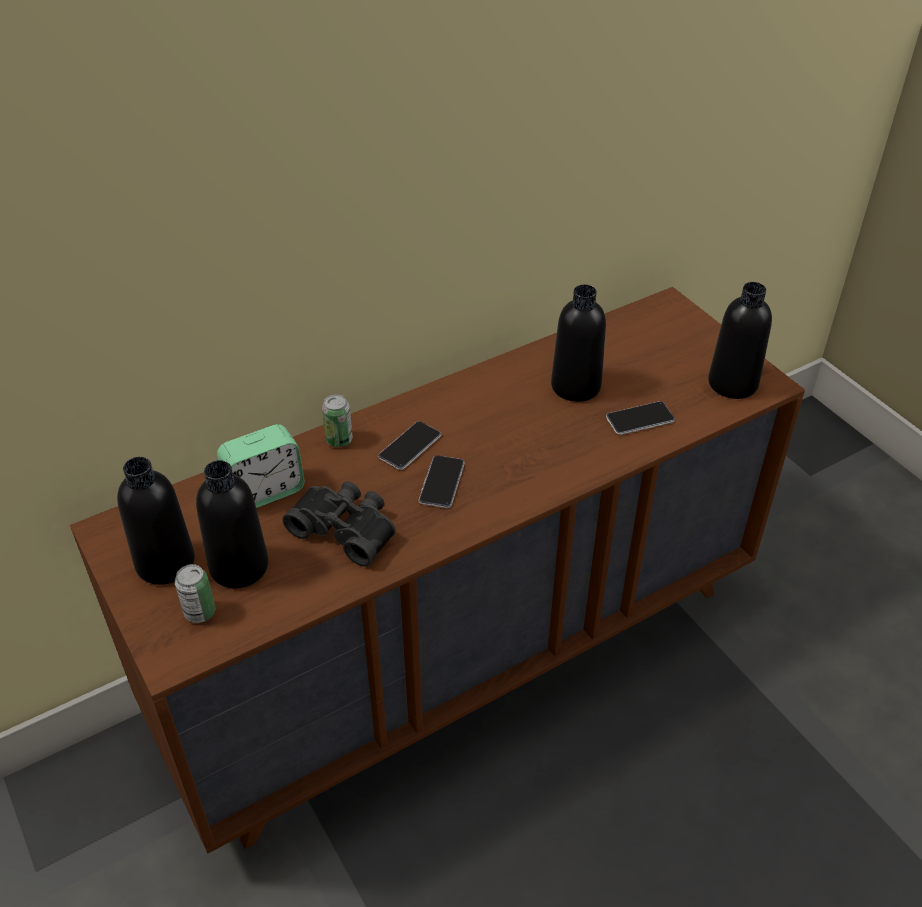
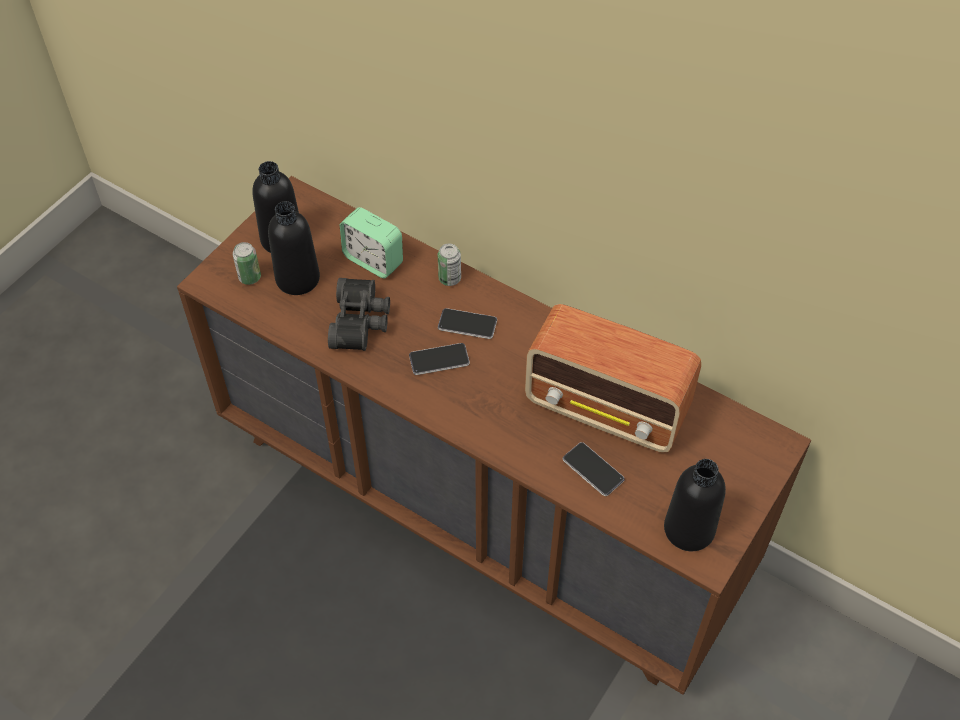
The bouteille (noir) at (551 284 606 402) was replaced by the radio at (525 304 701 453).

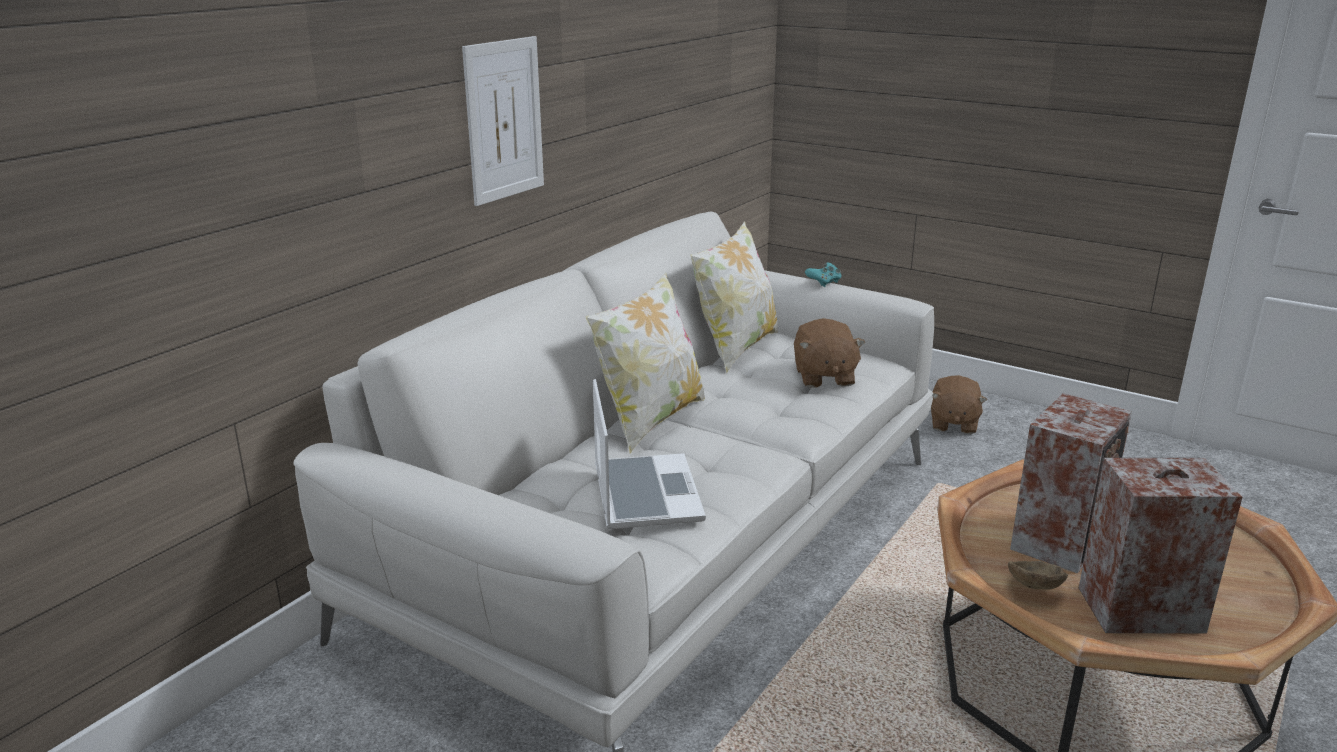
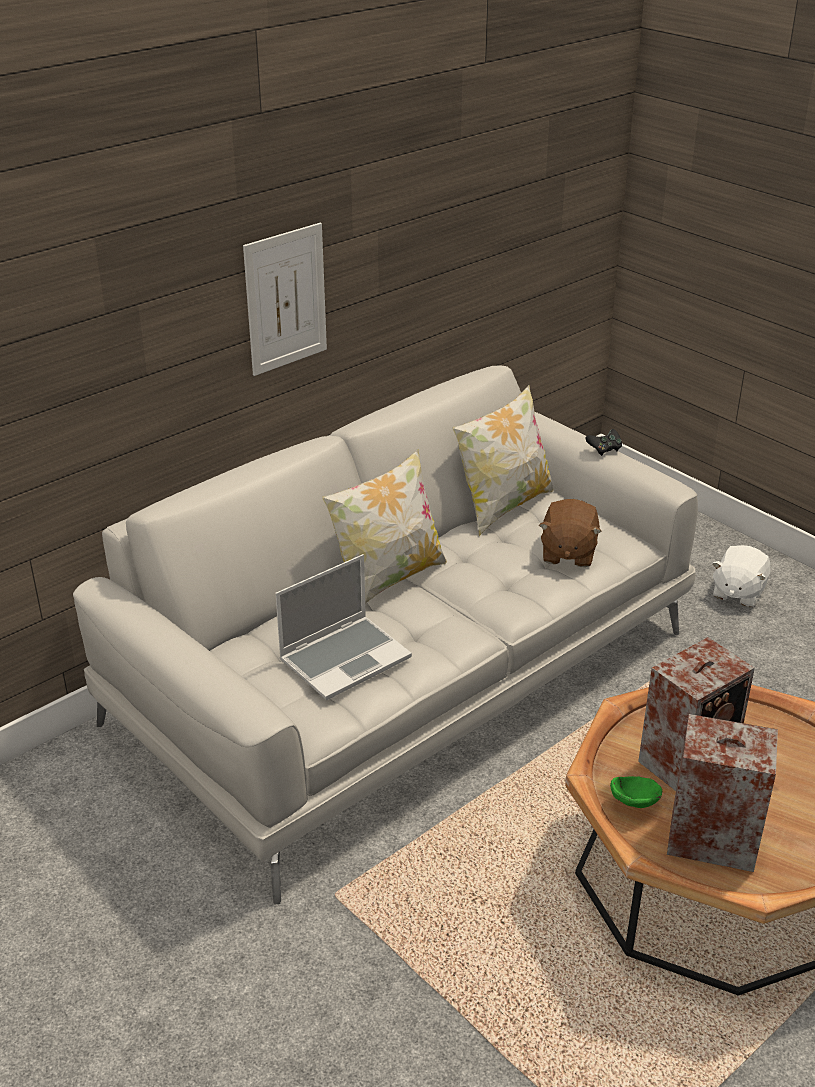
The manette (turquoise) at (805 262 842 287) became the manette (noir) at (585 429 622 456).
The peluche (marron) at (931 375 987 434) became the peluche (blanc) at (712 545 771 607).
The bol (marron) at (1008 561 1068 590) became the bol (vert) at (610 776 662 808).
The ordinateur portable at (593 379 706 529) turned 45 degrees clockwise.

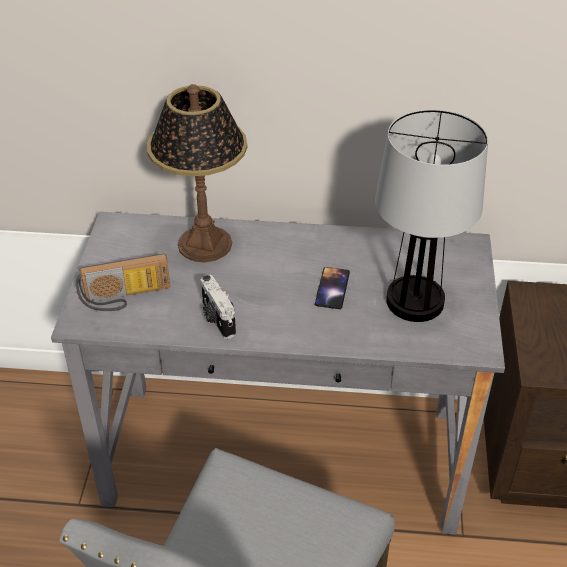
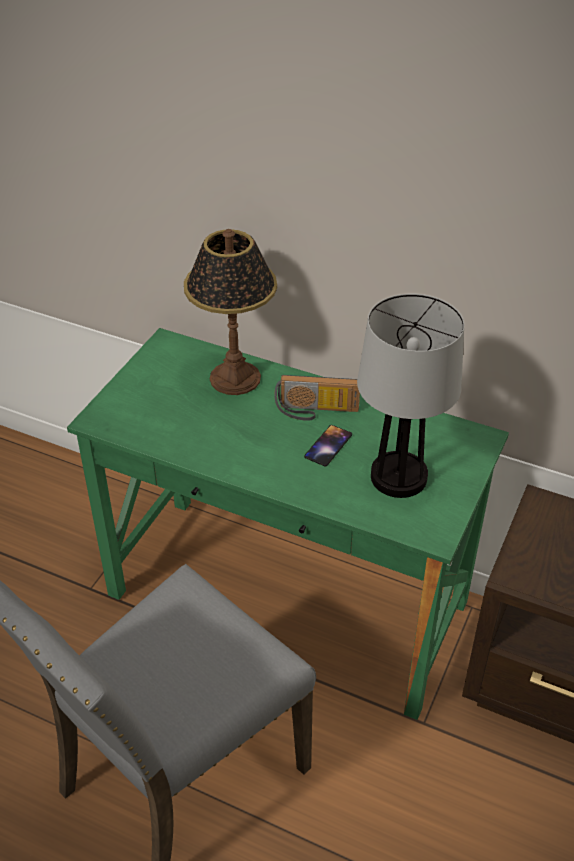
The appareil photo at (201 275 236 339) disappeared.
The radio moved from (76 254 170 311) to (274 375 360 421).
The bureau (gris) at (51 212 505 535) became the bureau (vert) at (67 328 509 720).

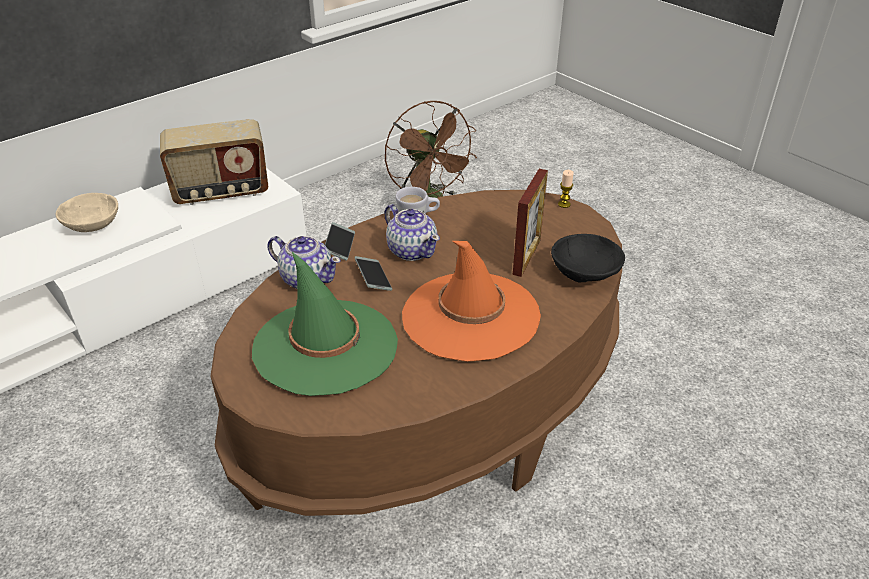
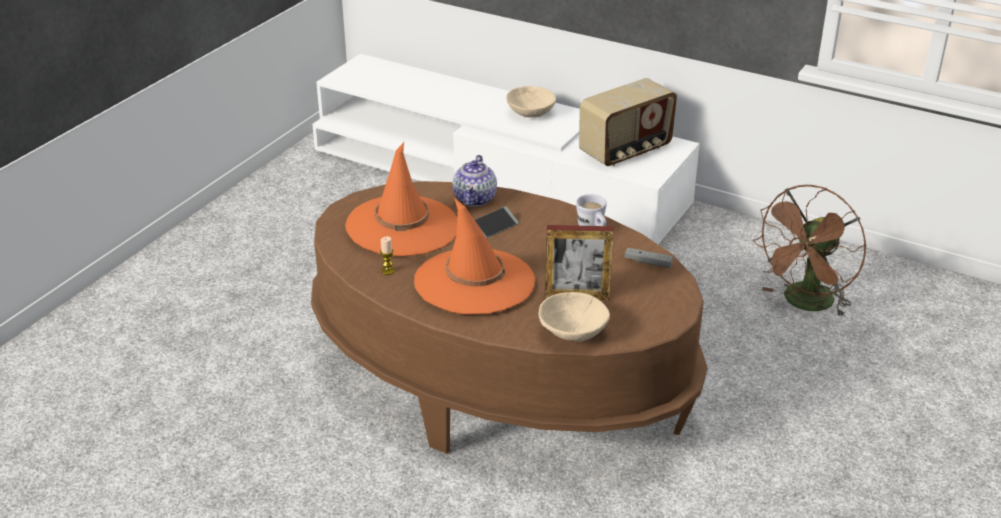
The téléphone at (325 222 355 261) disappeared.
The théière at (385 204 440 261) disappeared.
The manette (gris) at (624 248 673 268) appeared.
The bougie moved from (558 170 574 208) to (380 236 395 275).
The chapeau (vert) at (252 252 398 396) became the chapeau (orange) at (345 142 457 256).
The bol (noir) at (551 234 625 283) became the bol (beige) at (539 292 610 342).
The radio at (160 119 268 205) turned 90 degrees counterclockwise.

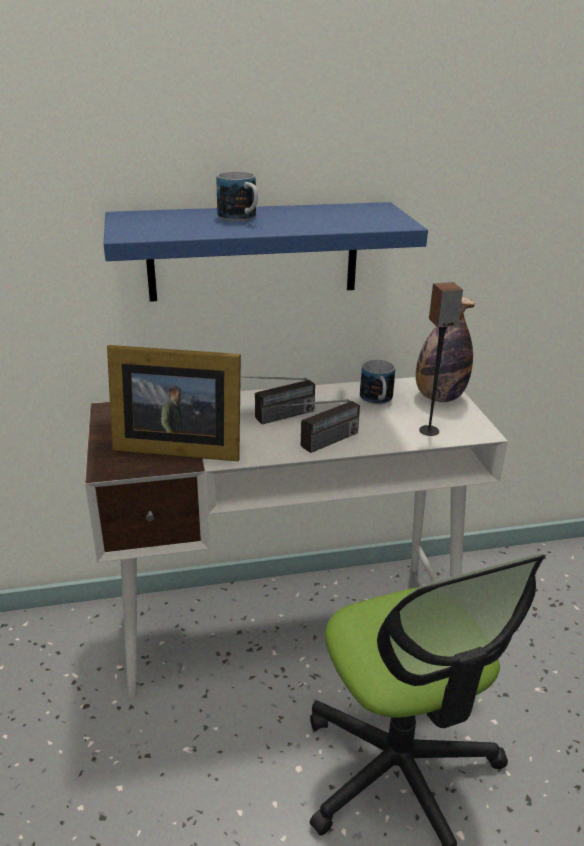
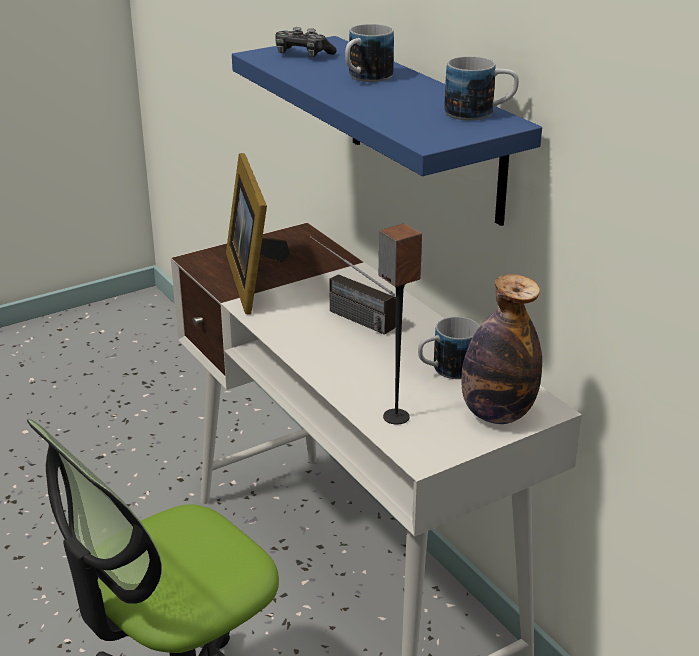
The radio at (274 399 360 453) disappeared.
The manette at (275 27 337 57) appeared.
The mug at (444 56 519 121) appeared.

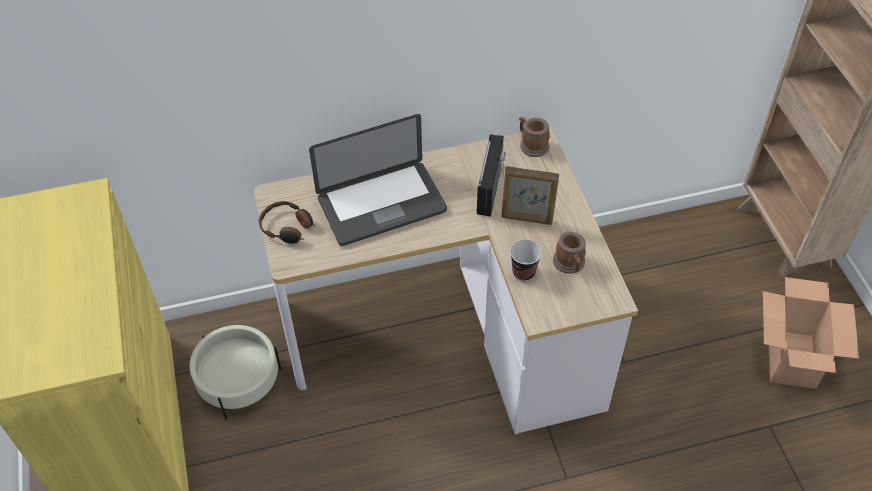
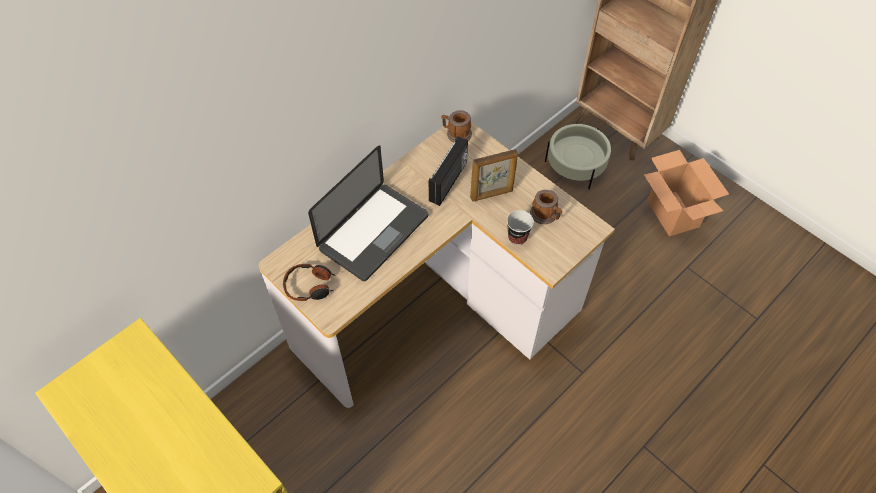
The cache-pot (beige) moved from (190 325 281 420) to (545 124 611 189).
The radio at (477 135 506 217) turned 45 degrees clockwise.

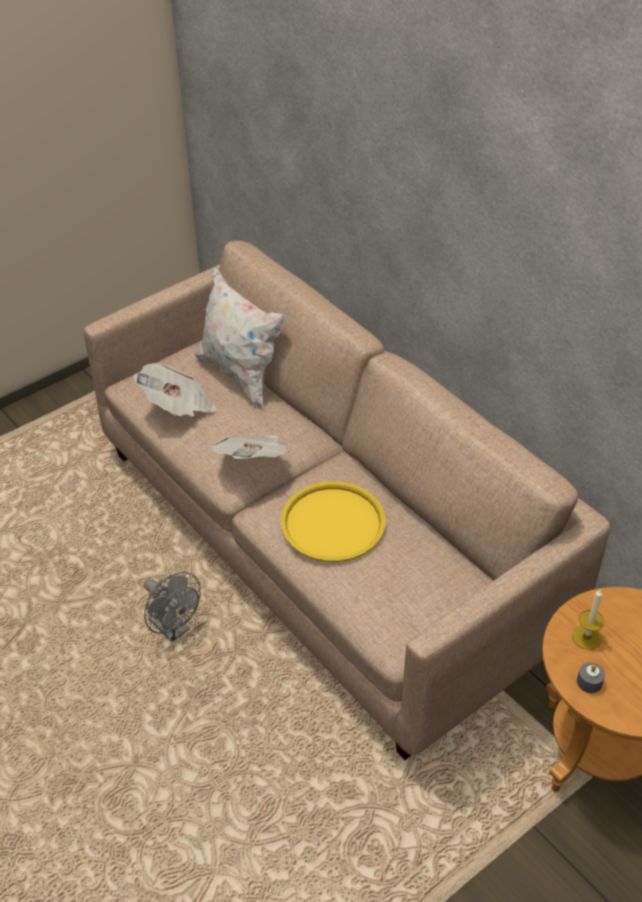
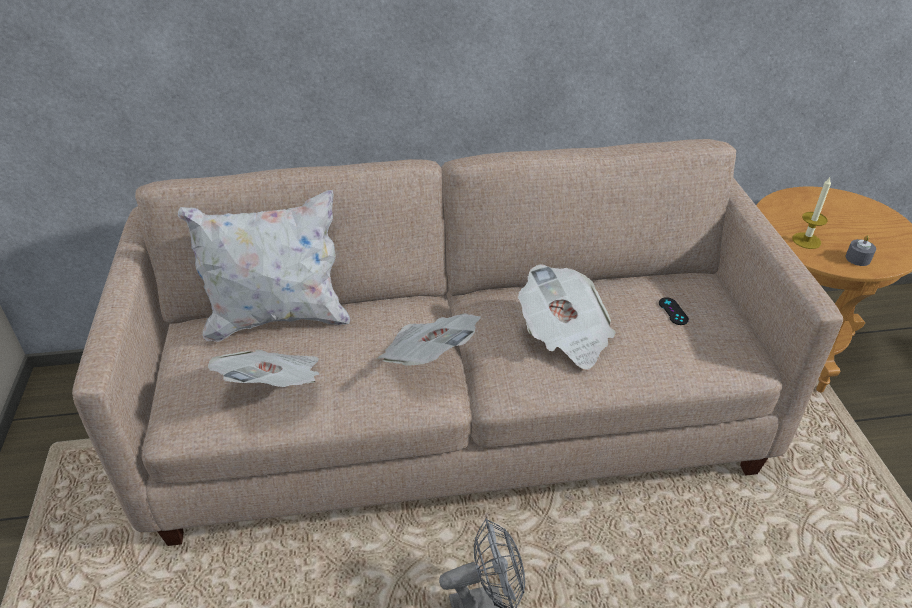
The manette (noir) at (659 297 689 325) appeared.
The plateau (jaune) at (280 481 386 562) was replaced by the journal at (518 264 616 369).

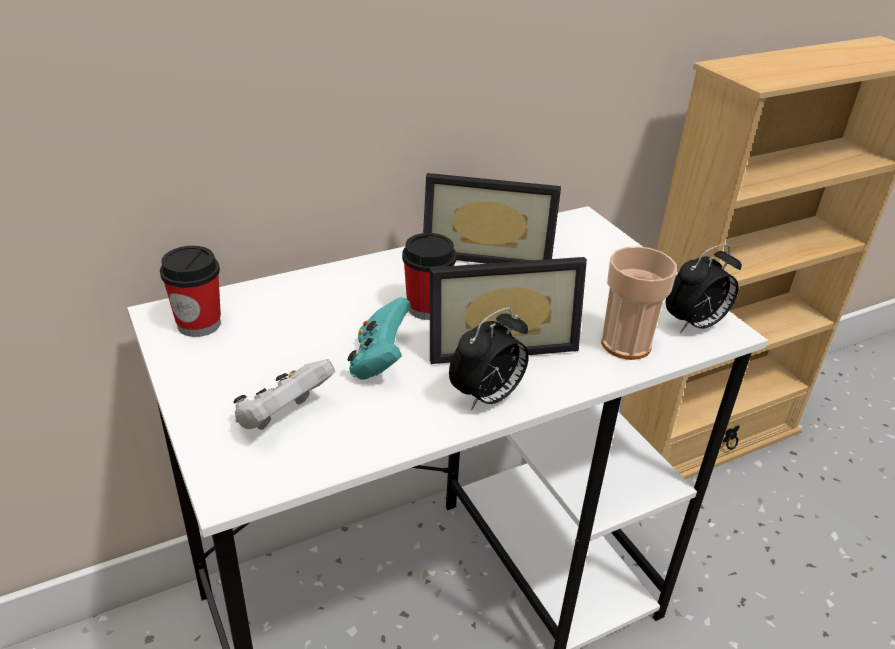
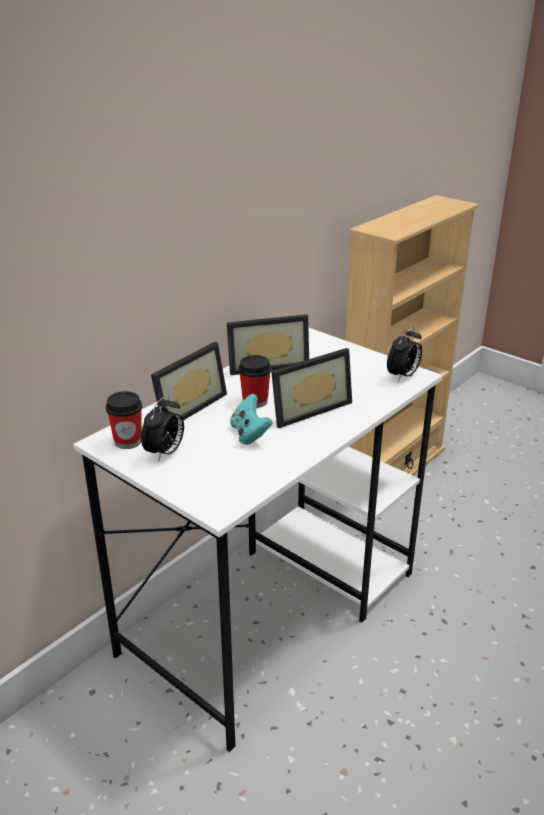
The manette (blanc) at (234 359 335 430) disappeared.
The tasse at (601 246 677 360) disappeared.
The cadre photo at (151 342 227 420) appeared.
The réveil moved from (449 307 529 411) to (141 395 184 462).

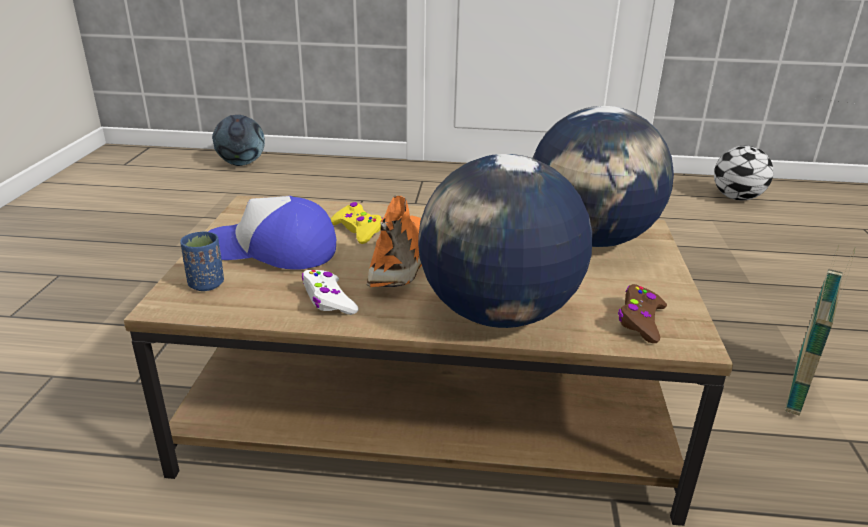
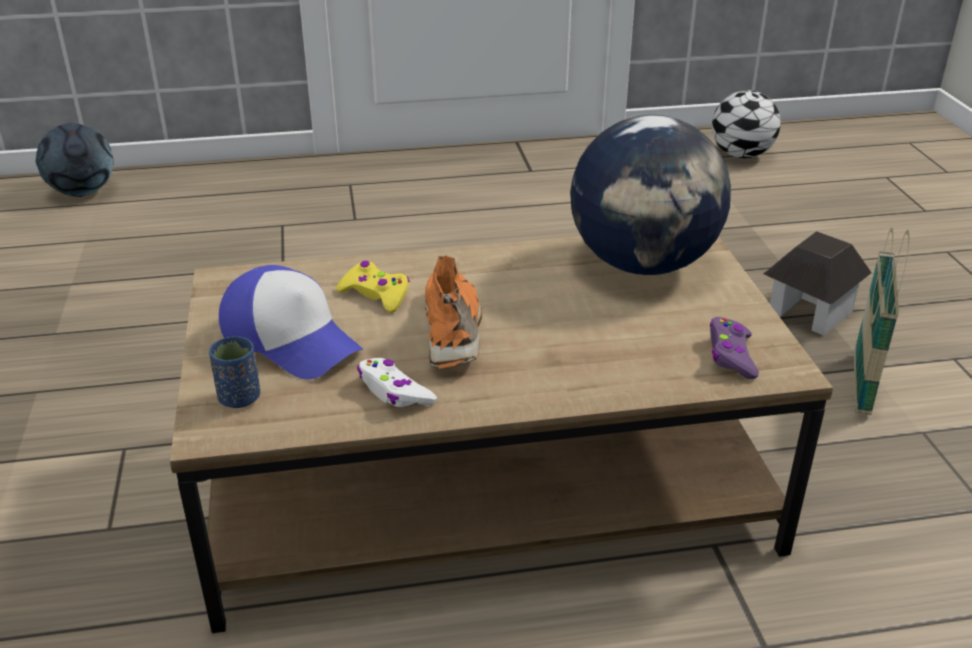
The globe at (418 154 592 328) disappeared.
The maison miniature at (763 231 872 336) appeared.
The manette (marron) at (618 284 667 343) became the manette (violet) at (710 317 759 379).
The casquette at (208 196 336 270) turned 135 degrees counterclockwise.

